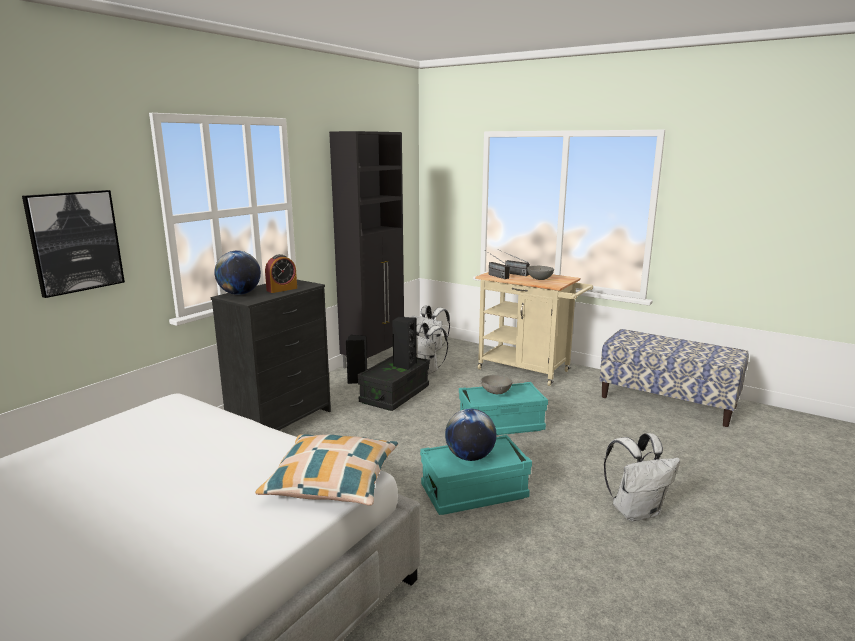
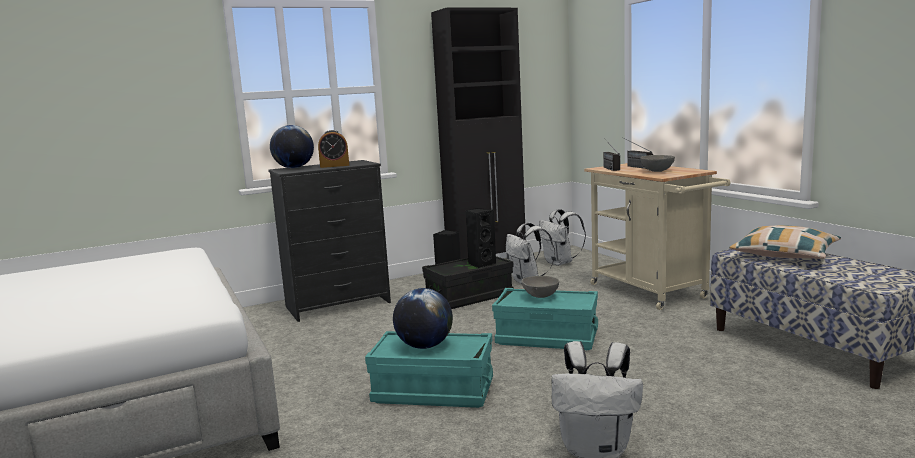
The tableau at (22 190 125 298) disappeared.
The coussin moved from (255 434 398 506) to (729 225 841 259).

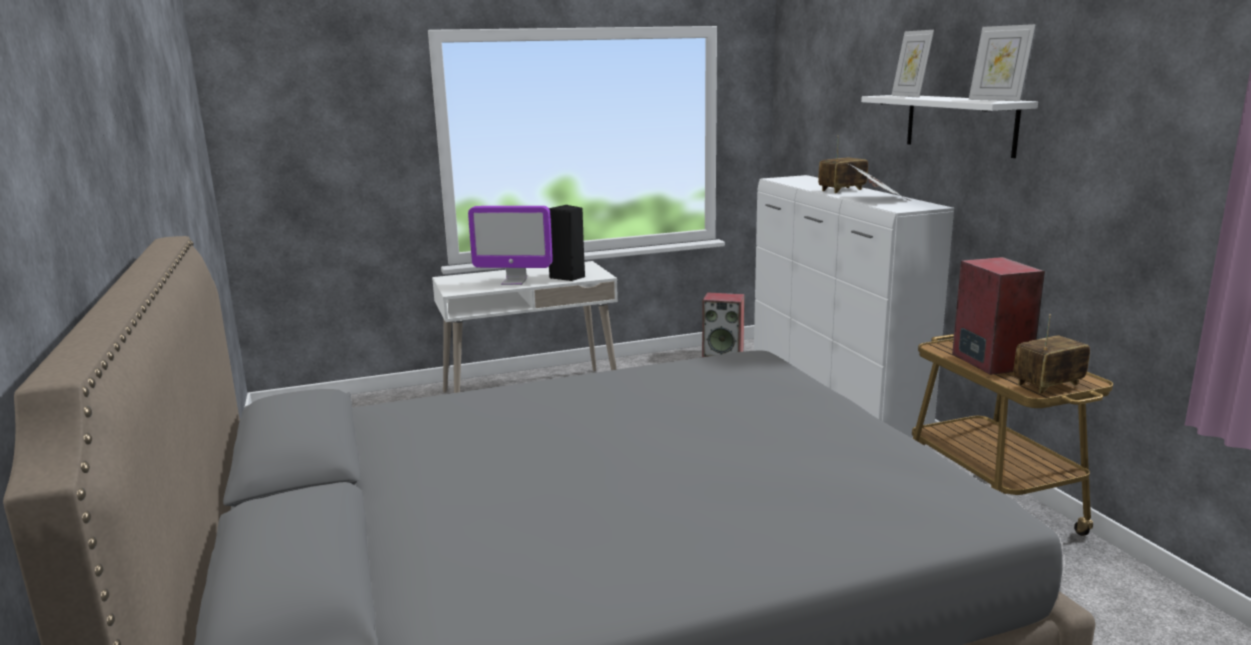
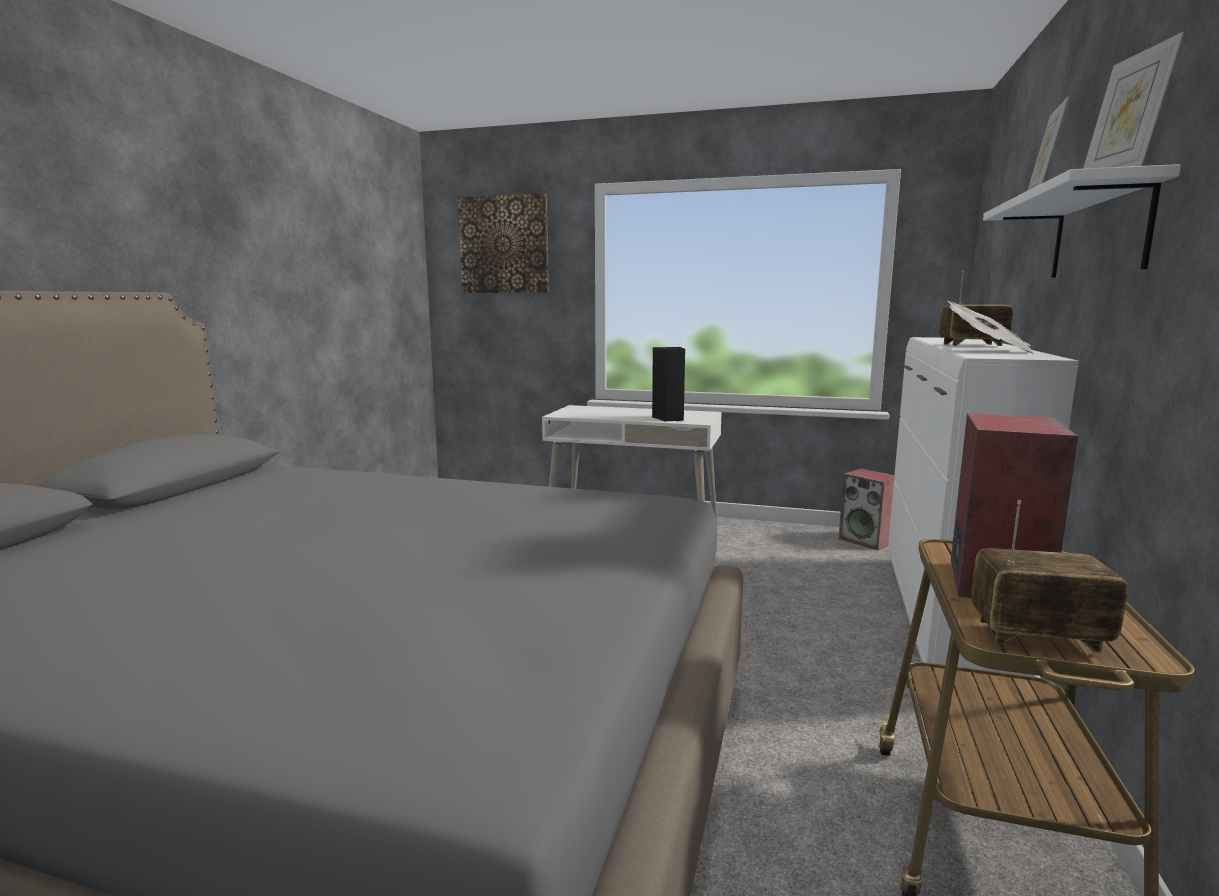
The écran d'ordinateur at (468 206 553 285) disappeared.
The tableau at (458 193 549 293) appeared.

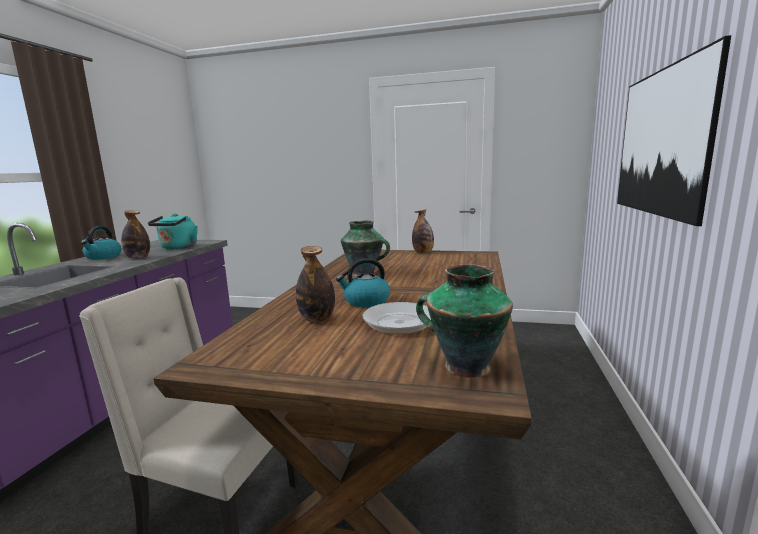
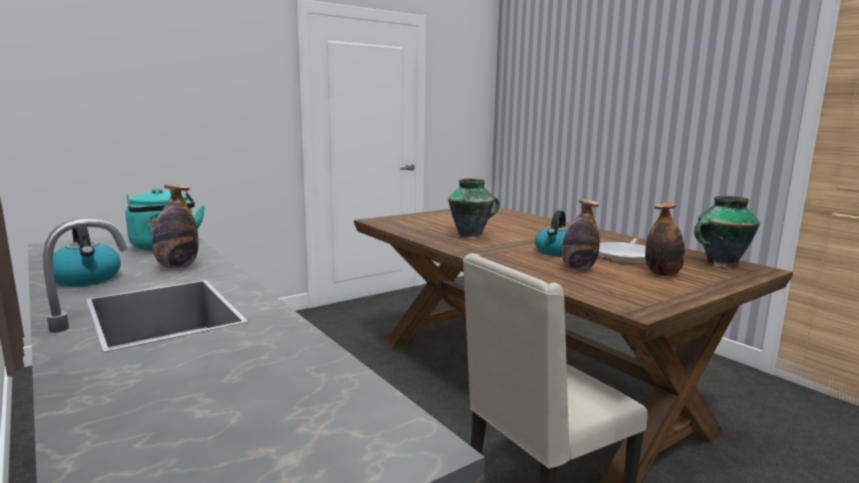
The tableau at (617 35 731 226) disappeared.
The bouteille moved from (412 210 434 253) to (645 202 685 276).

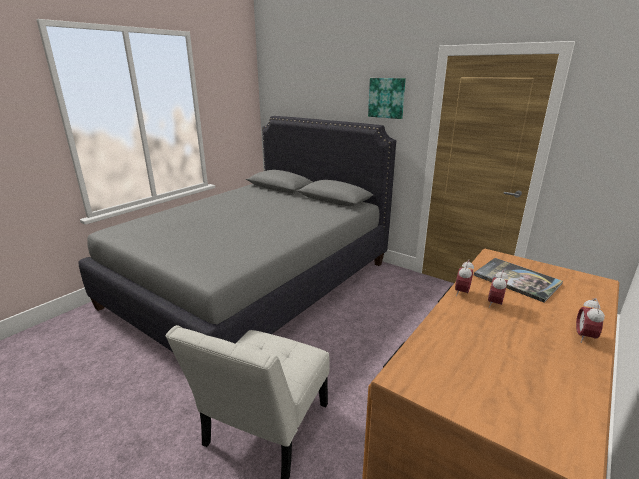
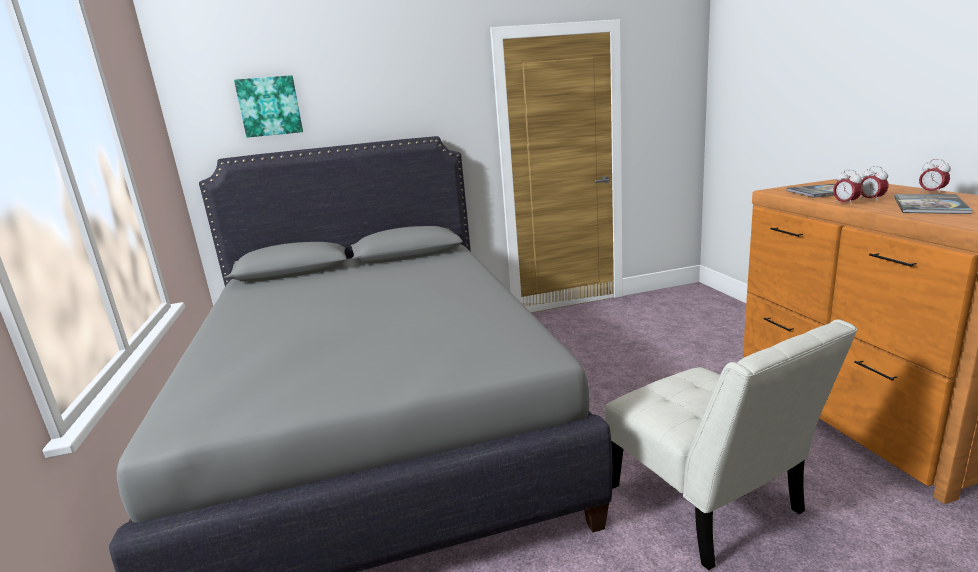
The livre at (894 194 972 214) appeared.
The tableau moved from (368 78 406 119) to (234 75 303 138).

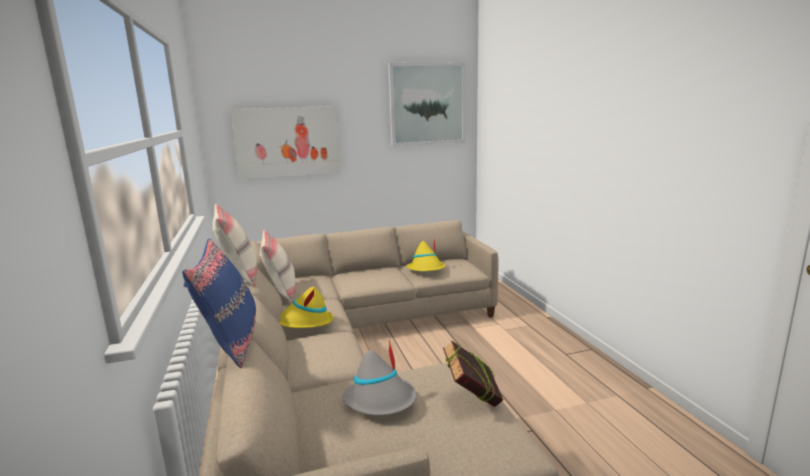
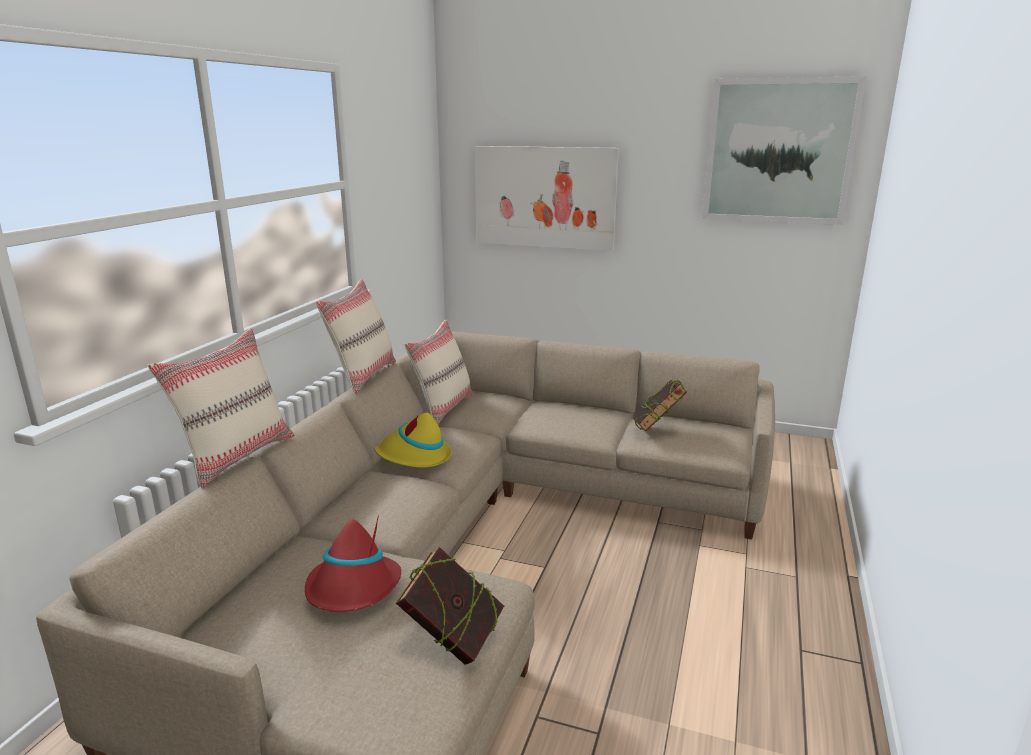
The chapeau (jaune) at (406 237 445 271) was replaced by the livre at (632 379 687 431).
The coussin (bleu) at (182 238 256 368) became the coussin (beige) at (148 328 295 488).
The chapeau (gris) at (343 341 417 416) became the chapeau (rouge) at (305 515 401 612).

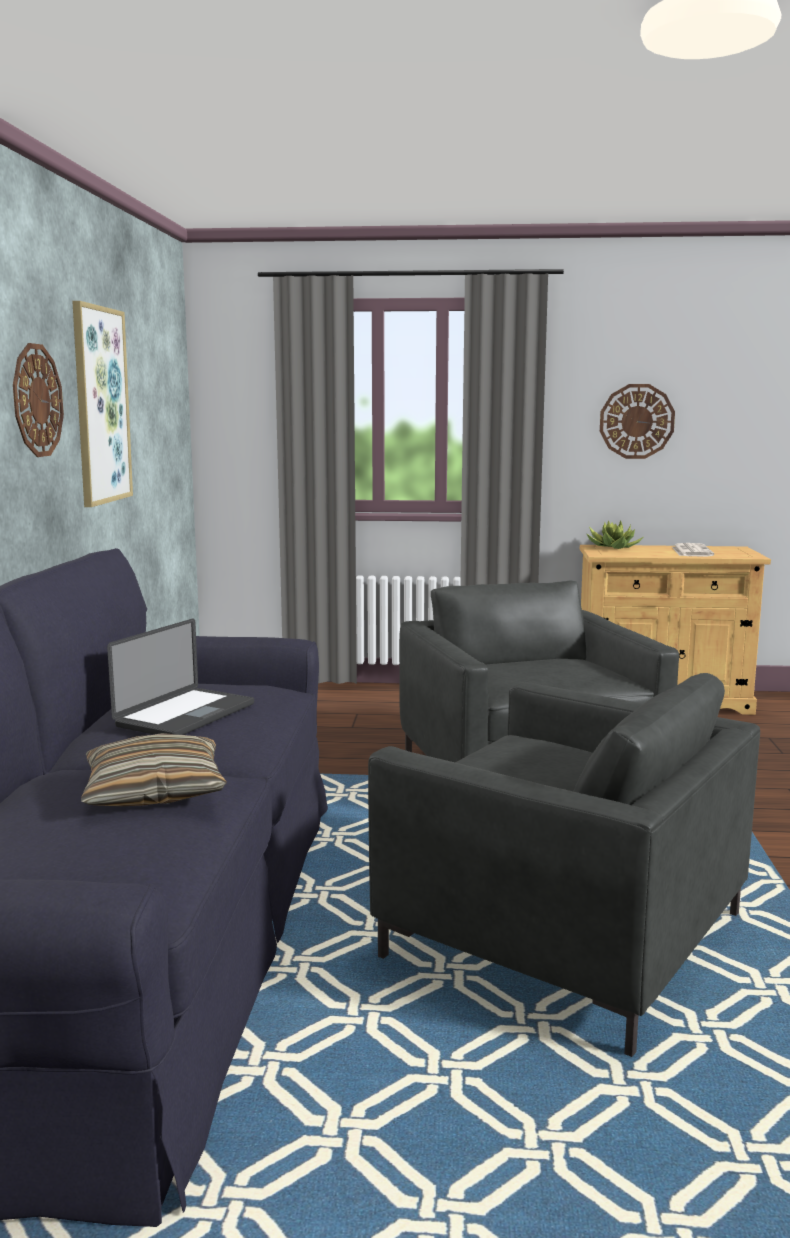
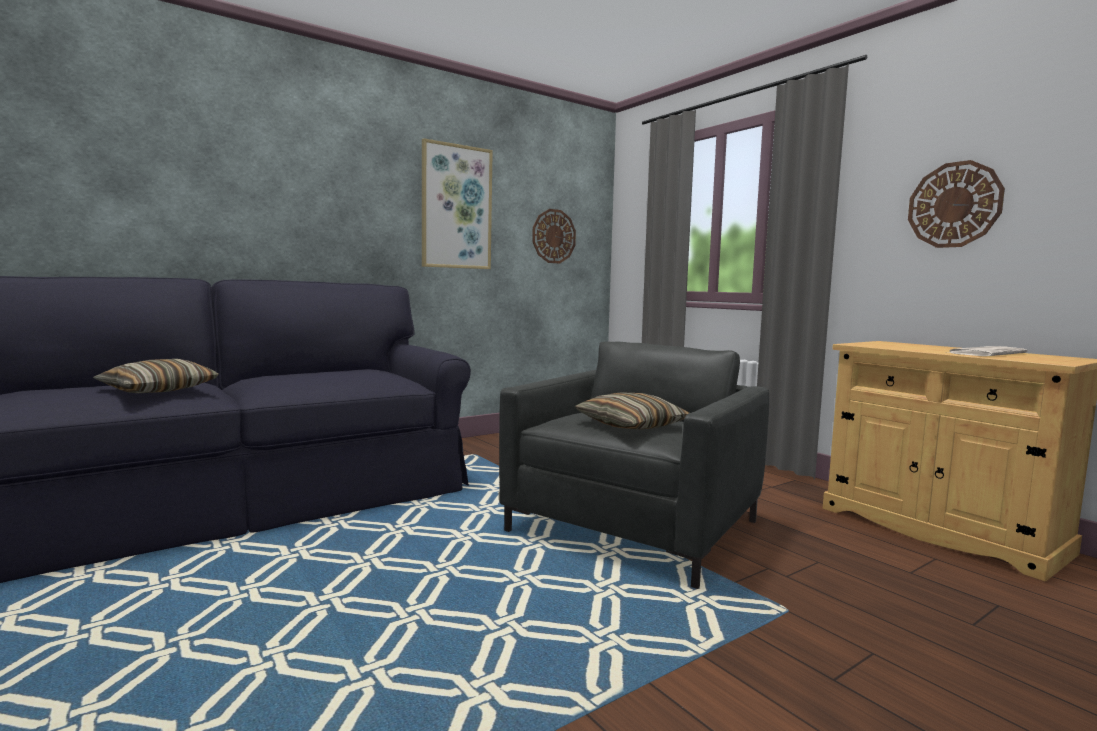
The ordinateur portable at (107 619 254 735) disappeared.
The fauteuil (gris) at (368 673 760 1057) disappeared.
The plante en pot at (586 520 643 549) disappeared.
The coussin at (575 392 690 430) appeared.
The horloge murale moved from (13 343 64 457) to (532 209 576 263).

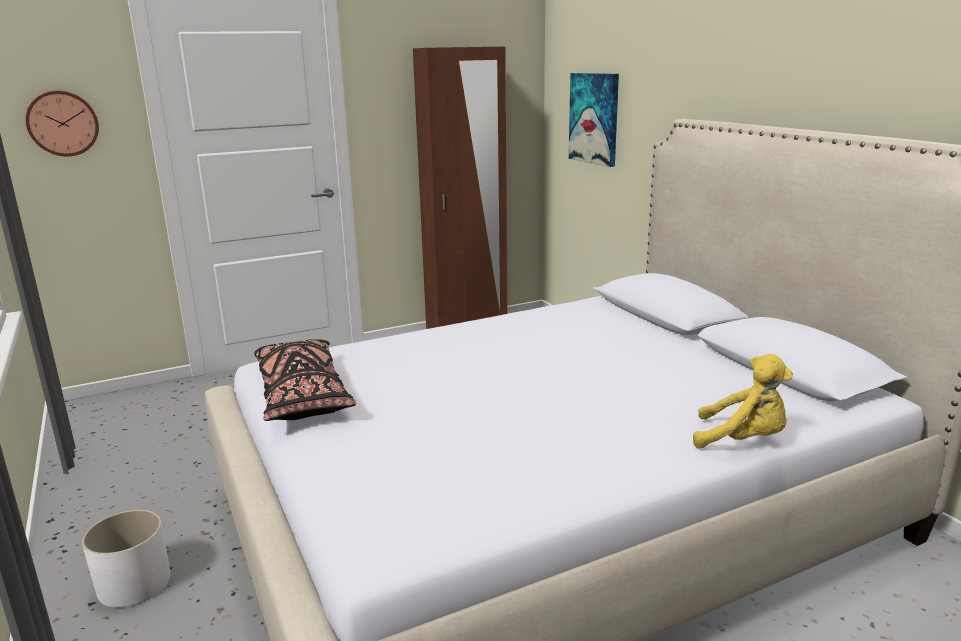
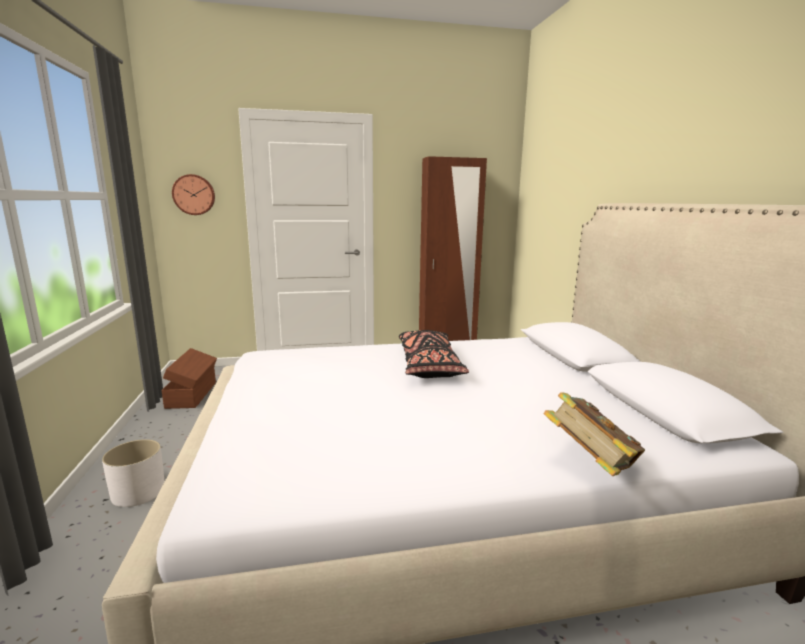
The tableau at (569 73 619 167) disappeared.
The boîte de rangement (marron) at (162 348 217 409) appeared.
The coussin (noir) moved from (254 339 356 421) to (399 330 469 378).
The peluche (jaune) at (693 354 793 449) was replaced by the livre at (544 392 645 476).

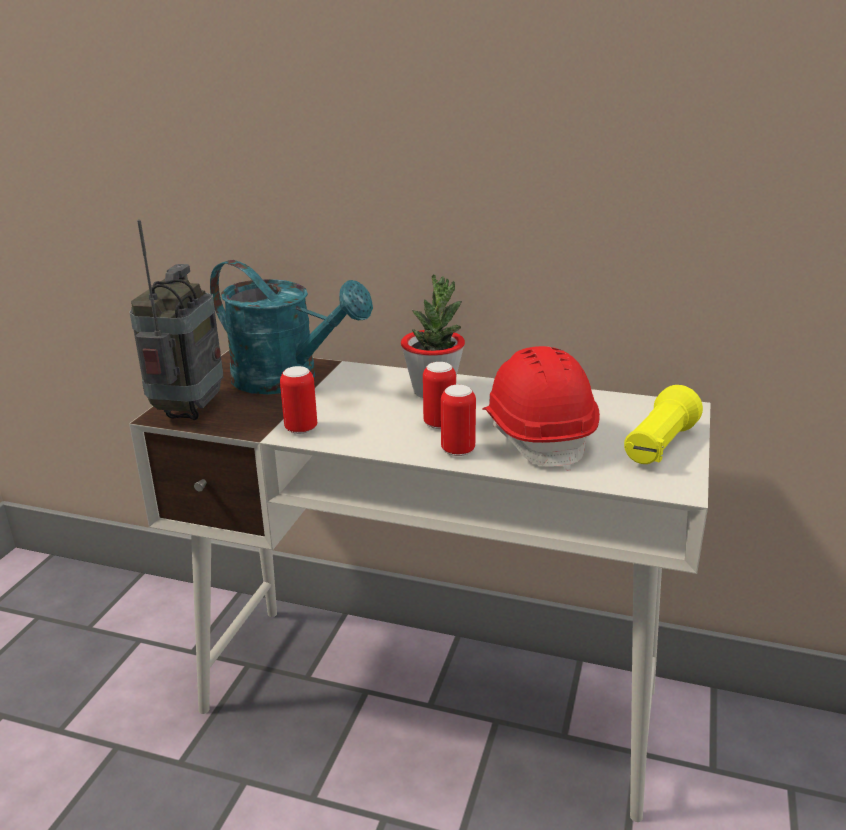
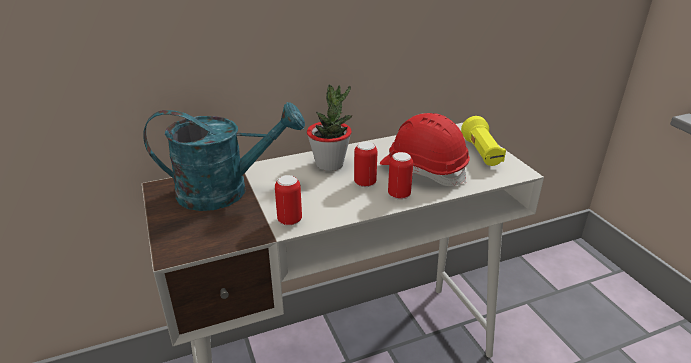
The radio at (129 220 224 420) disappeared.

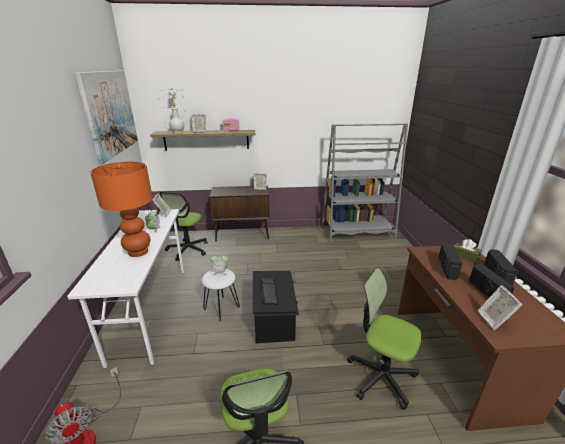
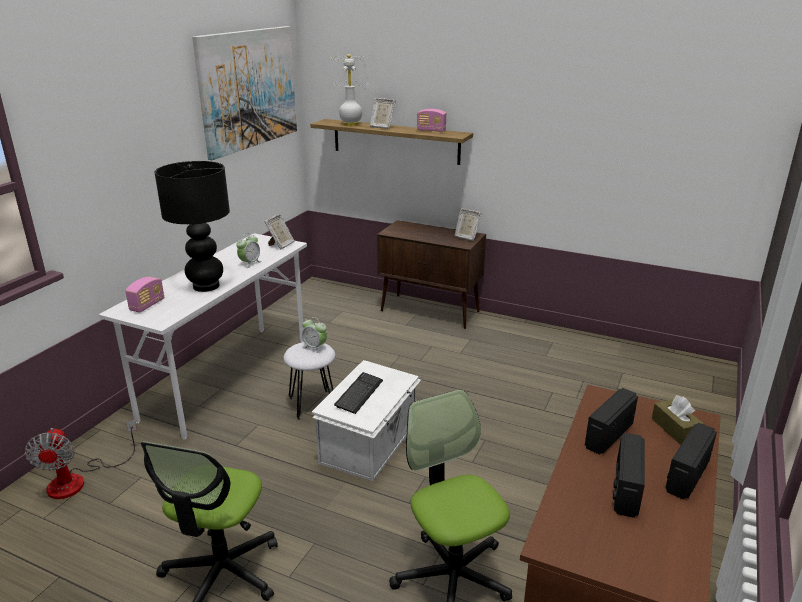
The chaise de bureau at (160 192 208 261) disappeared.
The bibliothèque (gris) at (322 123 408 242) disappeared.
The cadre photo at (478 285 523 330) disappeared.
The radio at (125 277 164 313) appeared.
The lampe de table (orange) at (90 162 153 257) became the lampe de table (noir) at (155 161 230 292).
The boîte de rangement (noir) at (253 271 299 343) became the boîte de rangement (blanc) at (312 360 421 481).

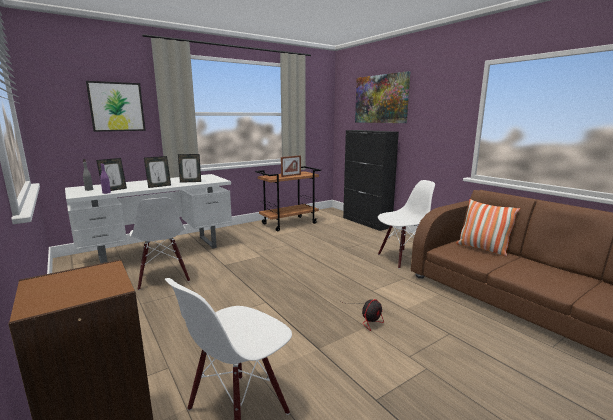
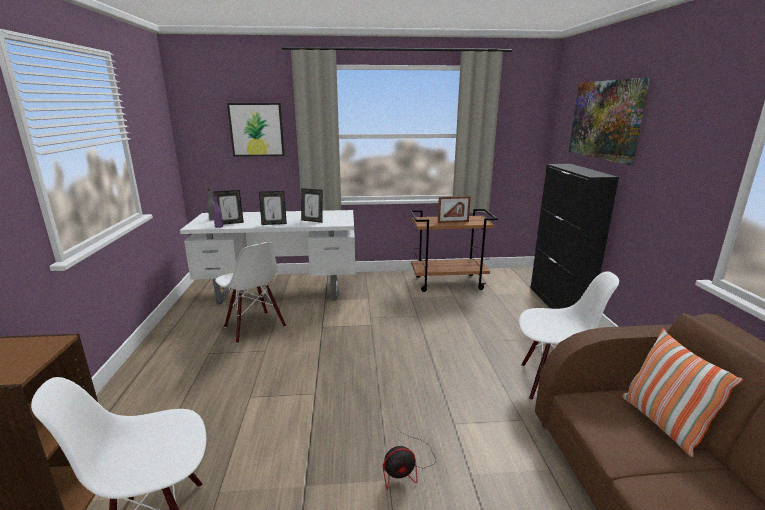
The chaise (blanc) at (130 197 190 290) turned 45 degrees counterclockwise.

